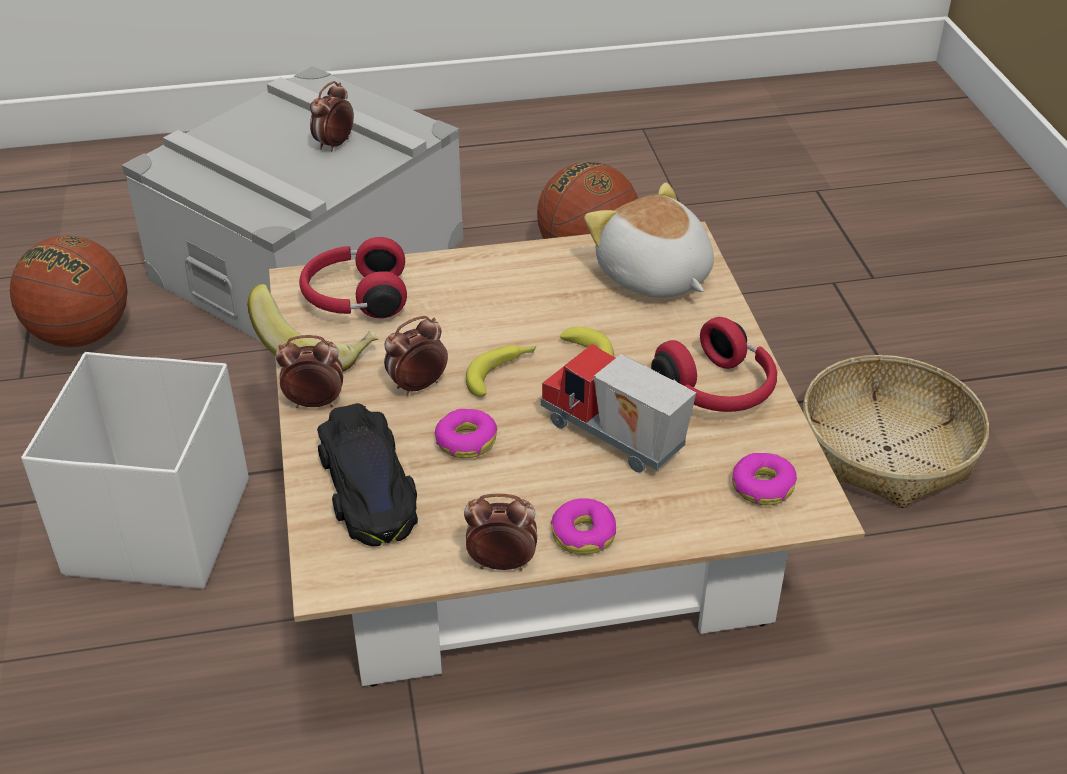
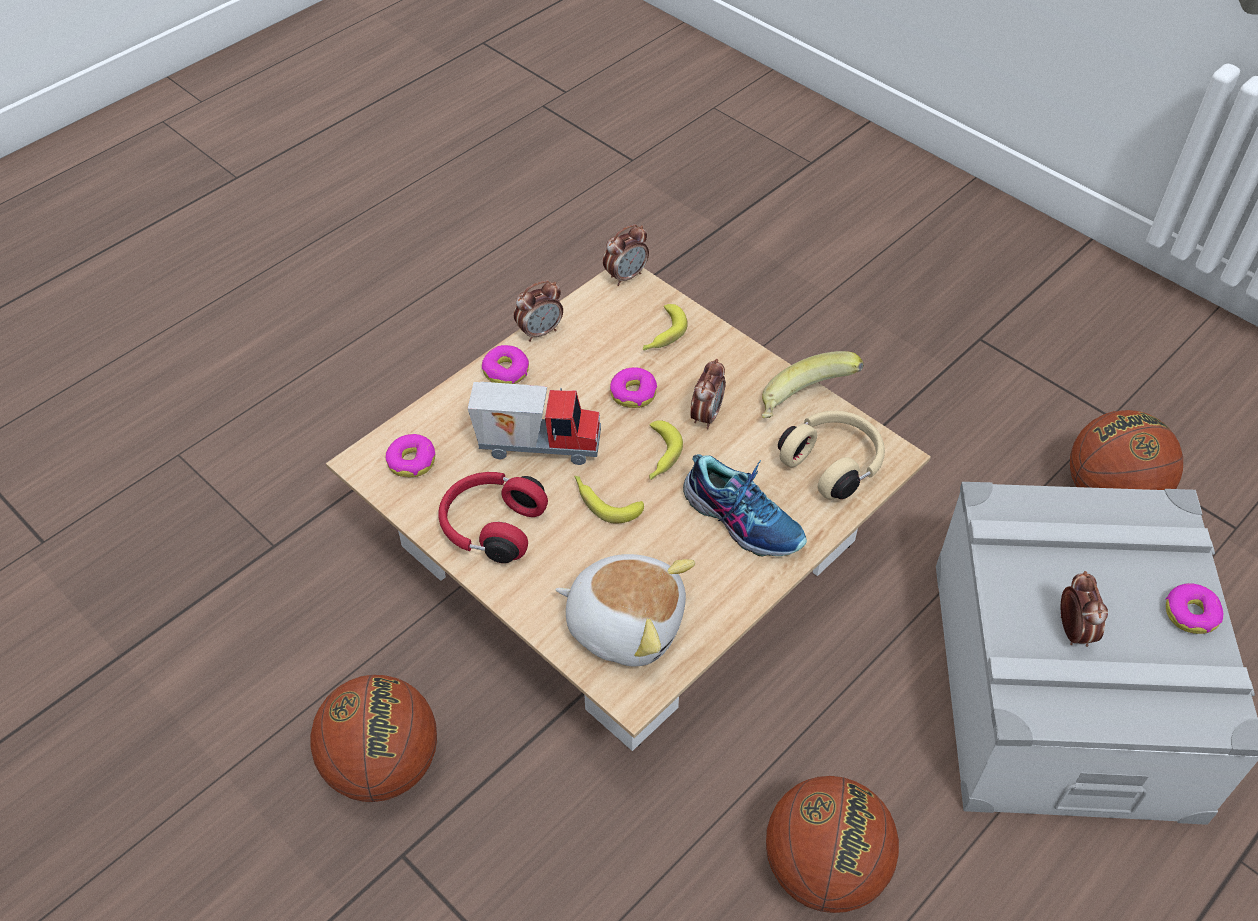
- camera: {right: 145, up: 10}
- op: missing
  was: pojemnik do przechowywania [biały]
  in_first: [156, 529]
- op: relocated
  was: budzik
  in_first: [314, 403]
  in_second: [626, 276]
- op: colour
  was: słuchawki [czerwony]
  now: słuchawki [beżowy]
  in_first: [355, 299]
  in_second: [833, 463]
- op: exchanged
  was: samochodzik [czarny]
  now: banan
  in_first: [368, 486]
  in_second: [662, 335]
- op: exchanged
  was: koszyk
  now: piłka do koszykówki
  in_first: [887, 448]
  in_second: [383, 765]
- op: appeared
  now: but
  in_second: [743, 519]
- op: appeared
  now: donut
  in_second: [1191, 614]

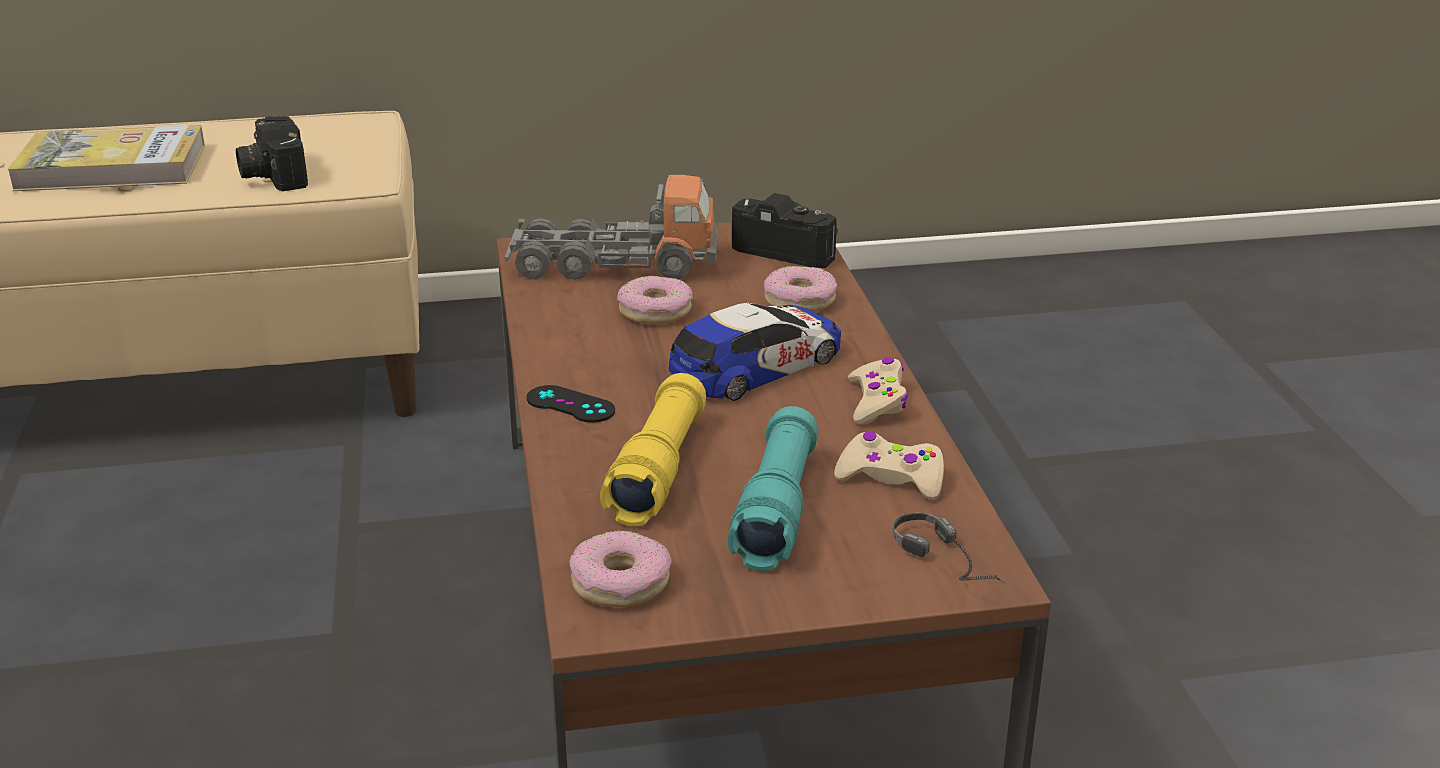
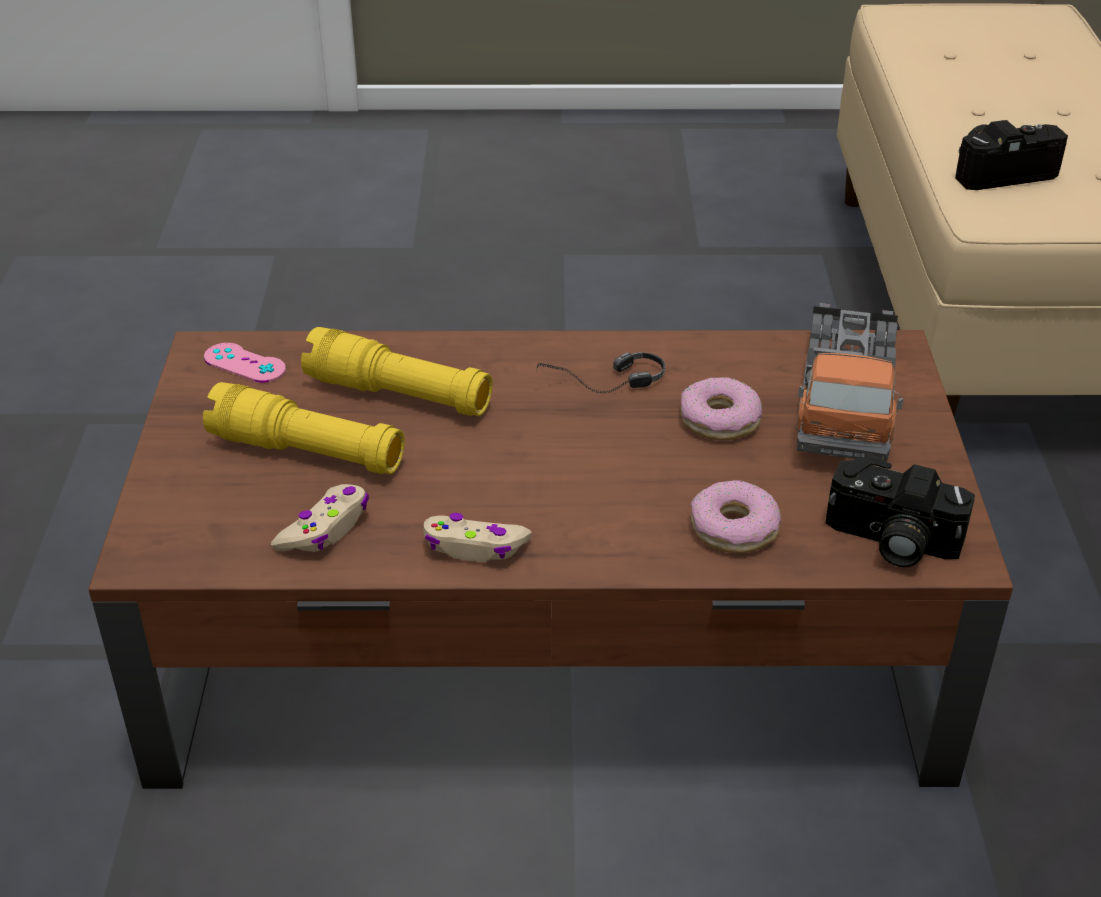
- camera: {right: 100, up: 10}
- op: missing
  was: książka
  in_first: [112, 167]
- op: missing
  was: pad do gier [czarny]
  in_first: [570, 405]
- op: exchanged
  was: donut
  now: pad do gier [różowy]
  in_first: [620, 582]
  in_second: [244, 363]
- op: missing
  was: samochodzik
  in_first: [757, 365]
- op: colour
  was: latarka [turkusowy]
  now: latarka [żółty]
  in_first: [777, 508]
  in_second: [307, 452]
- op: spun
  was: aparat fotograficzny
  in_first: [788, 249]
  in_second: [890, 541]
  clockwise: 75
- op: relocated
  was: słuchawki
  in_first: [955, 566]
  in_second: [603, 386]

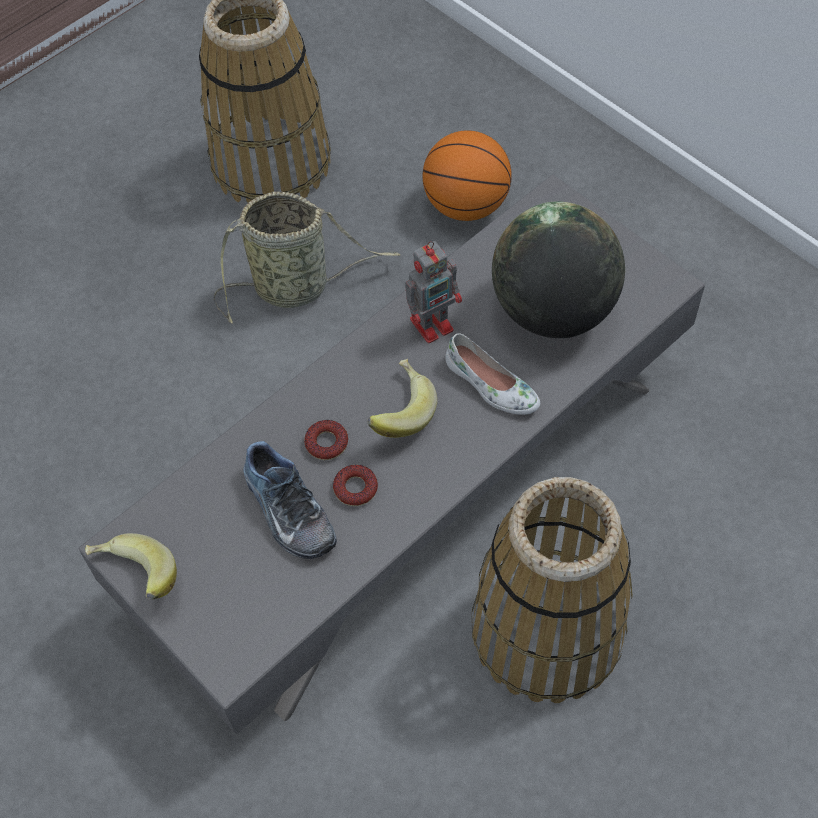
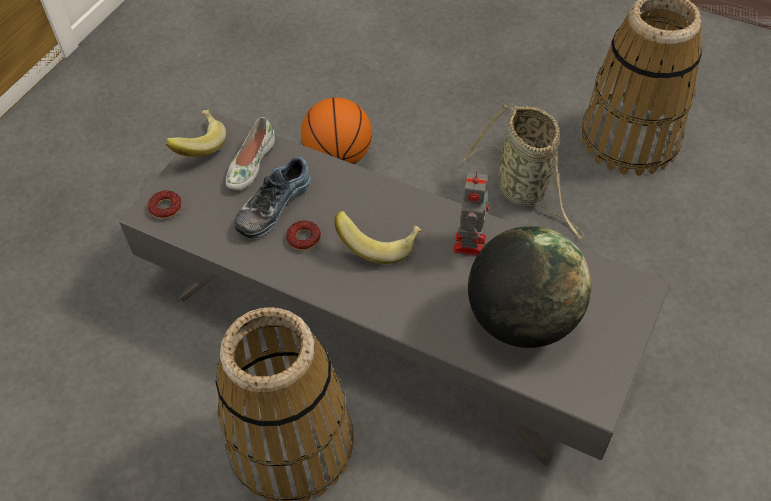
- camera: {right: 70, up: -5}
- op: relocated
  was: donut
  in_first: [327, 443]
  in_second: [166, 208]
- op: spun
  was: robot zabawkowy
  in_first: [433, 323]
  in_second: [470, 242]
  clockwise: -120
- op: relocated
  was: piłka do koszykówki
  in_first: [466, 205]
  in_second: [338, 157]
- op: relocated
  was: but [biały]
  in_first: [491, 385]
  in_second: [250, 163]

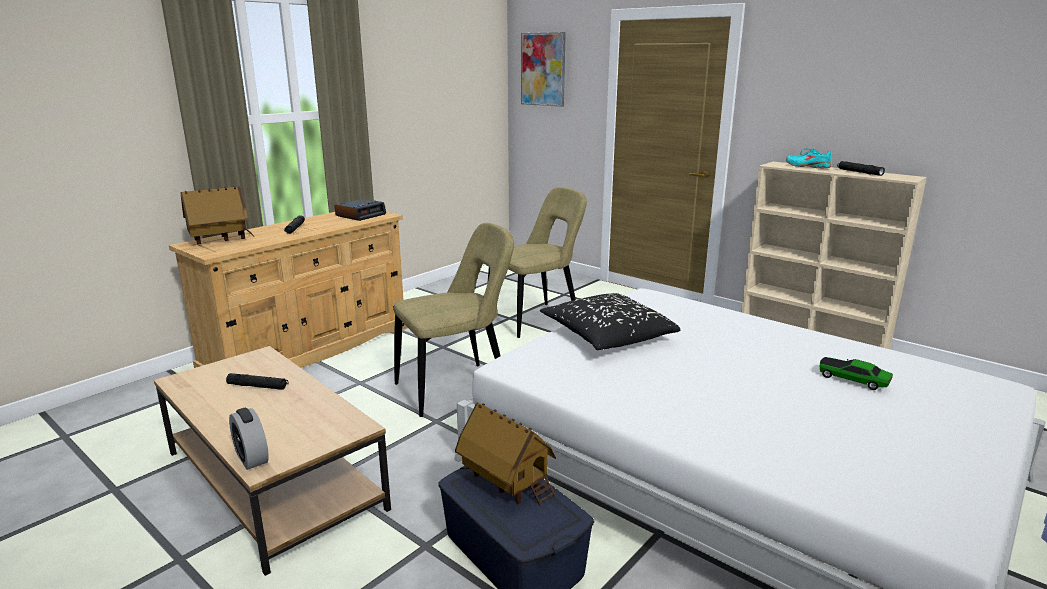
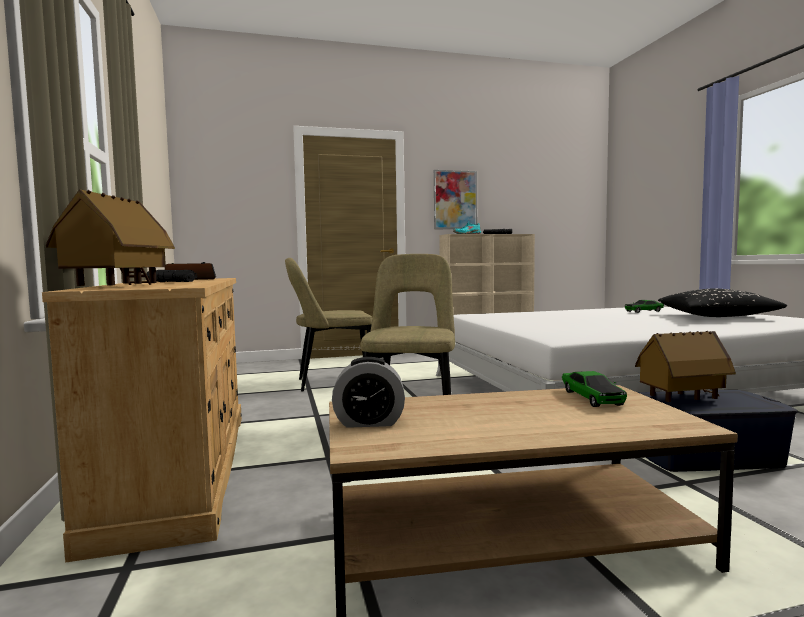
- camera: {right: -55, up: -15}
- op: missing
  was: latarka [czarny]
  in_first: [258, 386]
- op: relocated
  was: budzik
  in_first: [251, 458]
  in_second: [369, 422]
- op: spun
  was: krzesło [beżowy]
  in_first: [537, 320]
  in_second: [332, 383]
  clockwise: -105
- op: relocated
  was: obraz
  in_first: [543, 69]
  in_second: [455, 200]
- op: relocated
  was: poduszka [czarny]
  in_first: [606, 335]
  in_second: [716, 316]
- op: appeared
  now: samochodzik
  in_second: [591, 398]

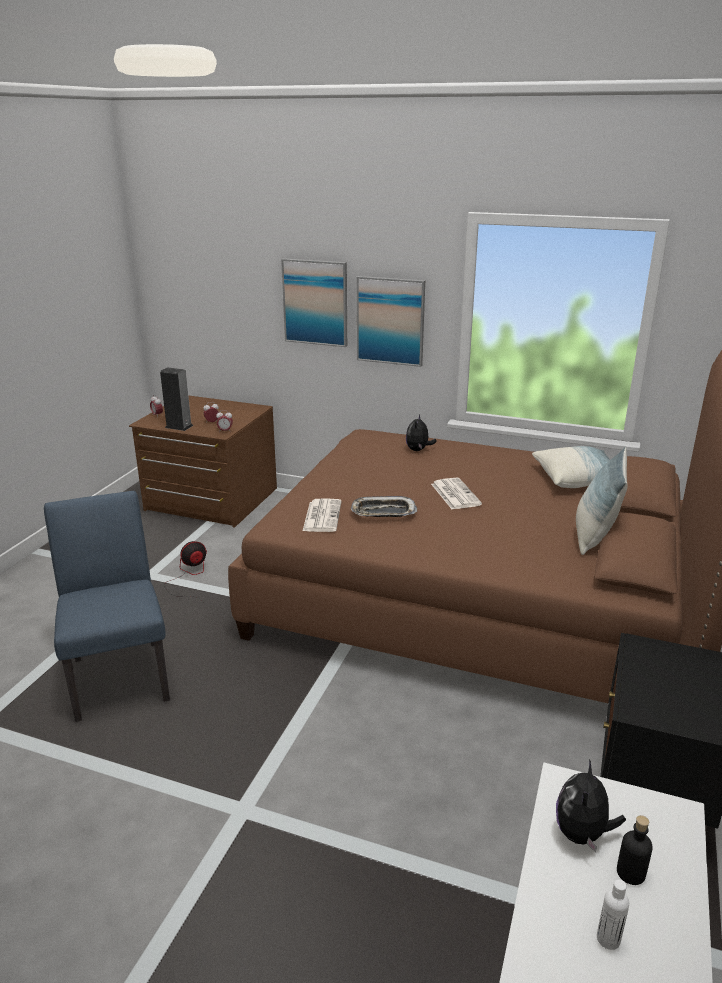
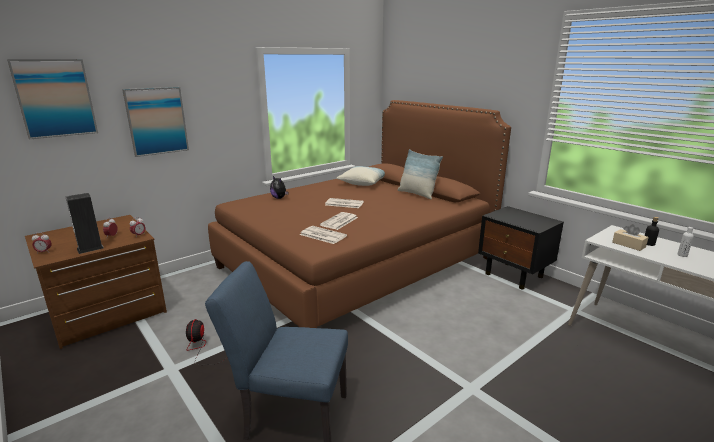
- camera: {right: -60, up: -5}
- op: exchanged
  was: taca
  now: gazeta
  in_first: [383, 512]
  in_second: [339, 221]
- op: relocated
  was: obraz
  in_first: [390, 321]
  in_second: [55, 98]
- op: exchanged
  was: pluszak
  now: pudełko chusteczek [beżowy]
  in_first: [582, 834]
  in_second: [628, 245]

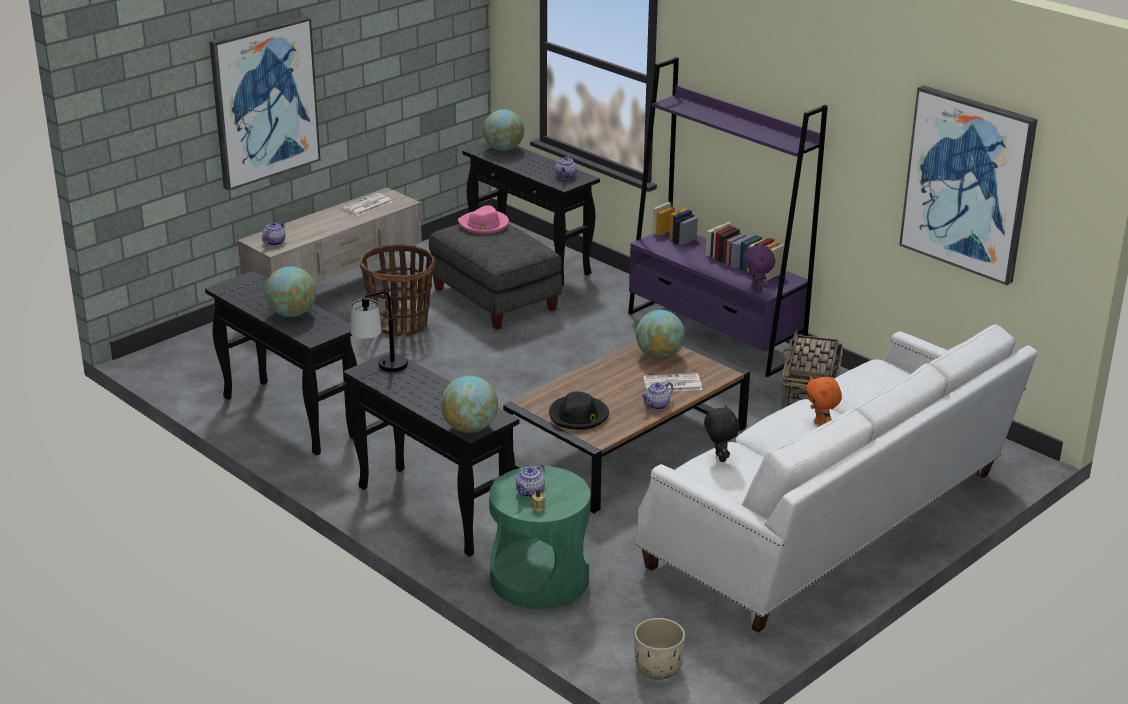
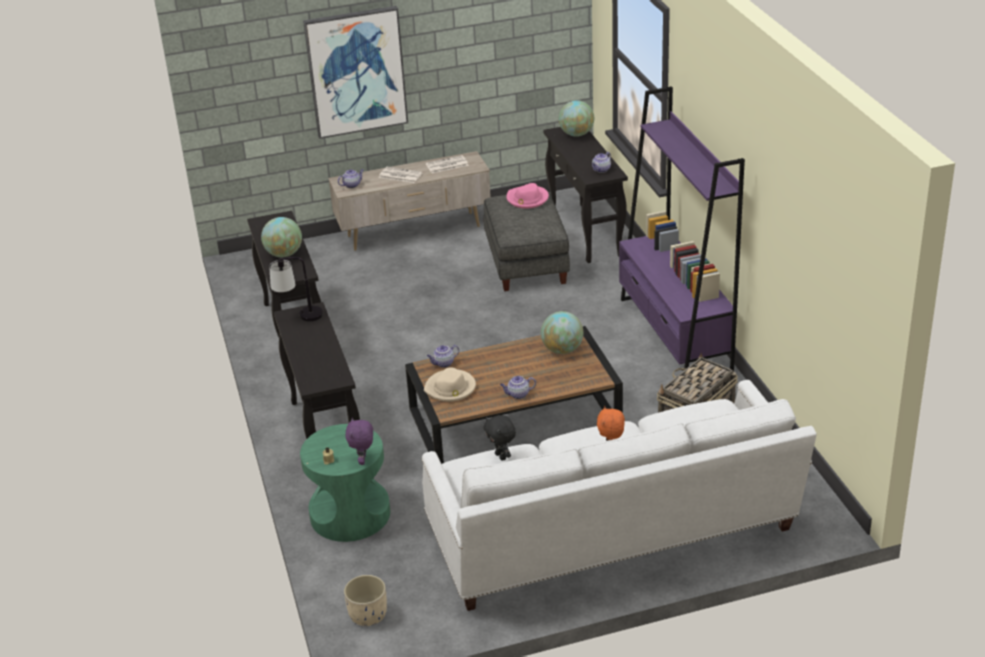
- camera: {right: 30, up: 5}
- op: missing
  was: koszyk
  in_first: [400, 324]
- op: missing
  was: globus
  in_first: [470, 428]
- op: relocated
  was: imbryk
  in_first: [530, 492]
  in_second: [443, 363]
- op: colour
  was: kapelusz [czarny]
  now: kapelusz [beżowy]
  in_first: [578, 416]
  in_second: [450, 388]
- op: relocated
  was: gazeta
  in_first: [671, 384]
  in_second: [400, 175]
- op: spun
  was: pluszak [czarny]
  in_first: [719, 458]
  in_second: [501, 456]
  clockwise: 135
- op: relocated
  was: pluszak [fioletowy]
  in_first: [757, 289]
  in_second: [363, 461]
- op: missing
  was: obraz
  in_first: [968, 183]

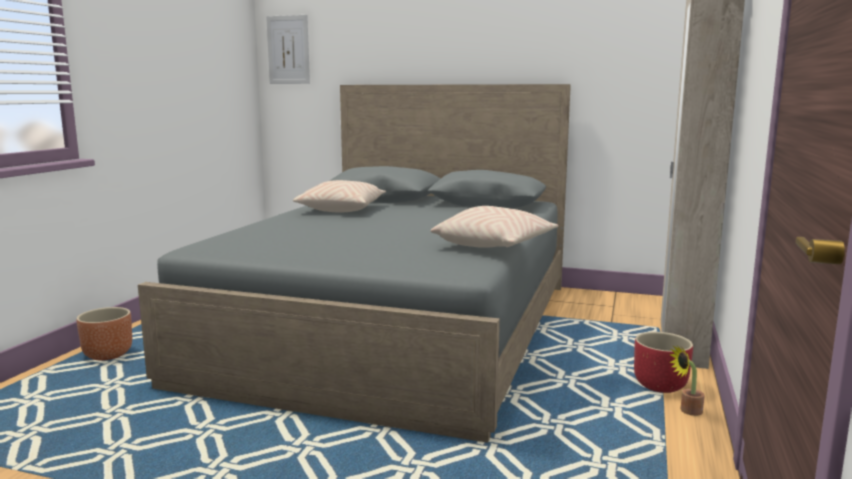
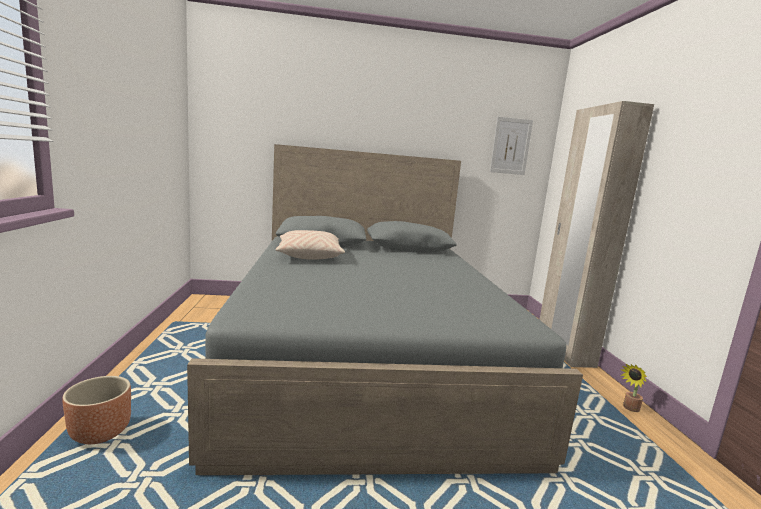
- camera: {right: -25, up: 0}
- op: relocated
  was: obraz
  in_first: [288, 50]
  in_second: [511, 146]
- op: missing
  was: poduszka [beżowy]
  in_first: [494, 246]
- op: missing
  was: donica [czerwony]
  in_first: [660, 386]

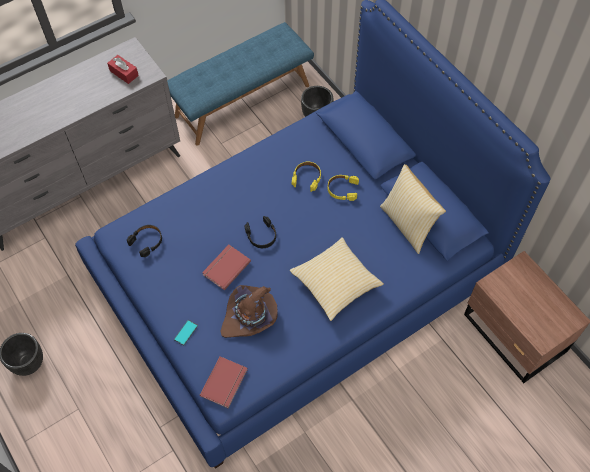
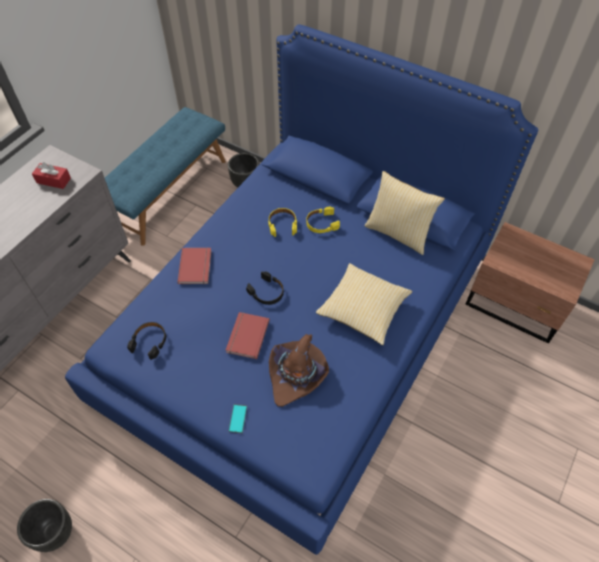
- camera: {right: -25, up: -5}
- op: relocated
  was: książka [czerwony]
  in_first: [225, 383]
  in_second: [196, 266]

